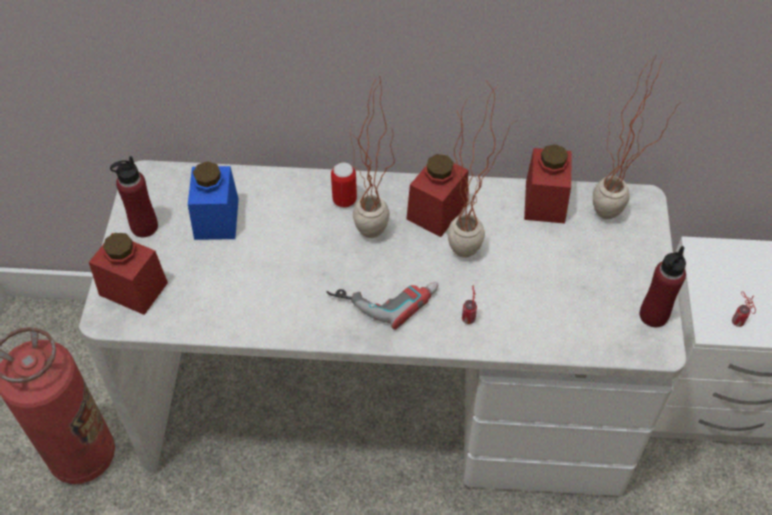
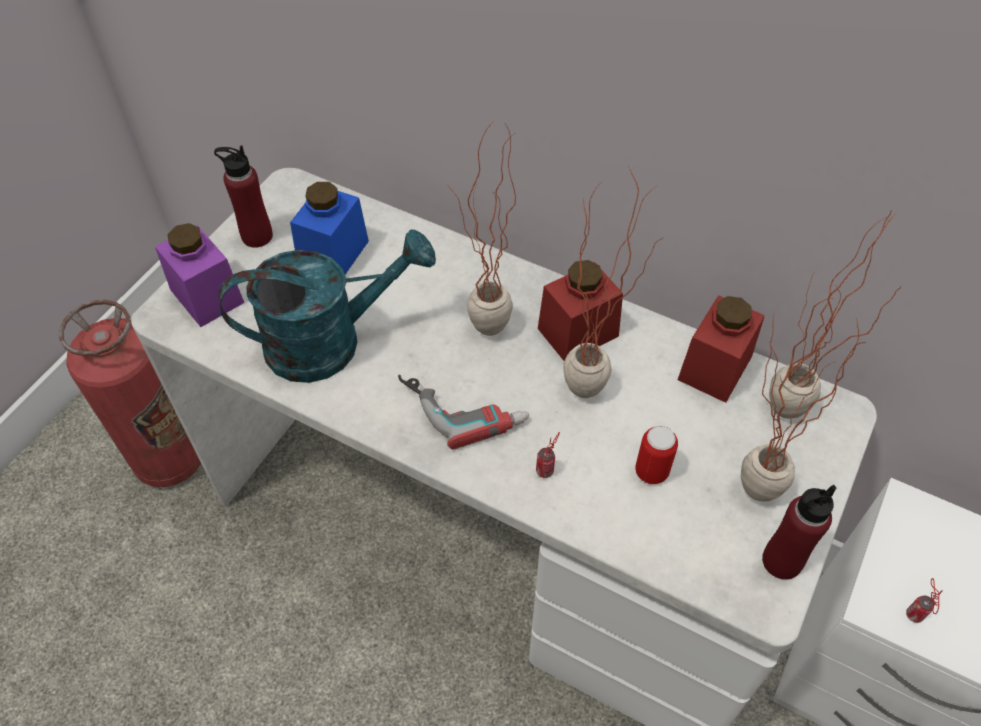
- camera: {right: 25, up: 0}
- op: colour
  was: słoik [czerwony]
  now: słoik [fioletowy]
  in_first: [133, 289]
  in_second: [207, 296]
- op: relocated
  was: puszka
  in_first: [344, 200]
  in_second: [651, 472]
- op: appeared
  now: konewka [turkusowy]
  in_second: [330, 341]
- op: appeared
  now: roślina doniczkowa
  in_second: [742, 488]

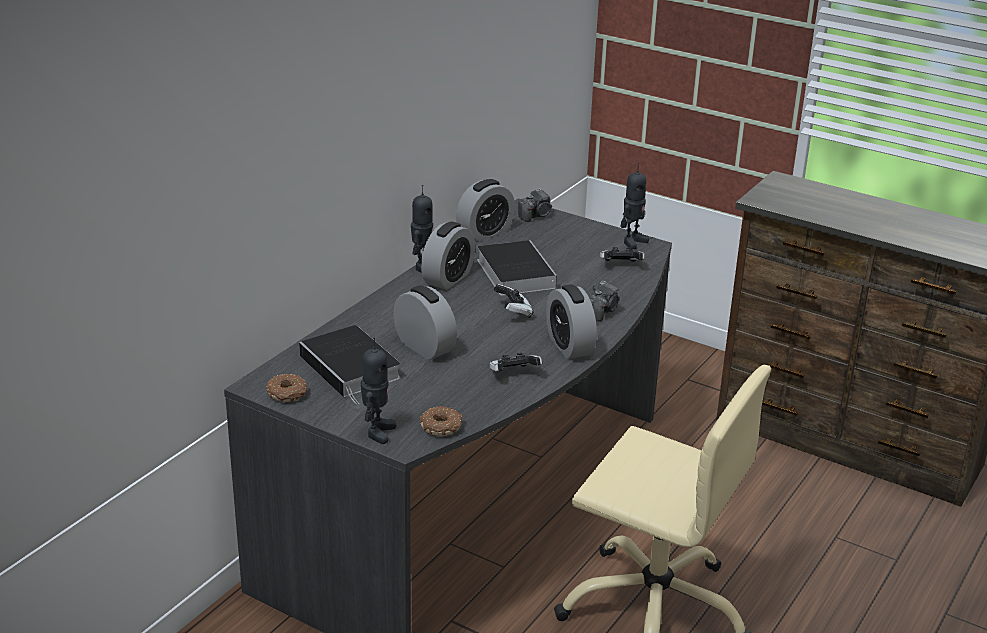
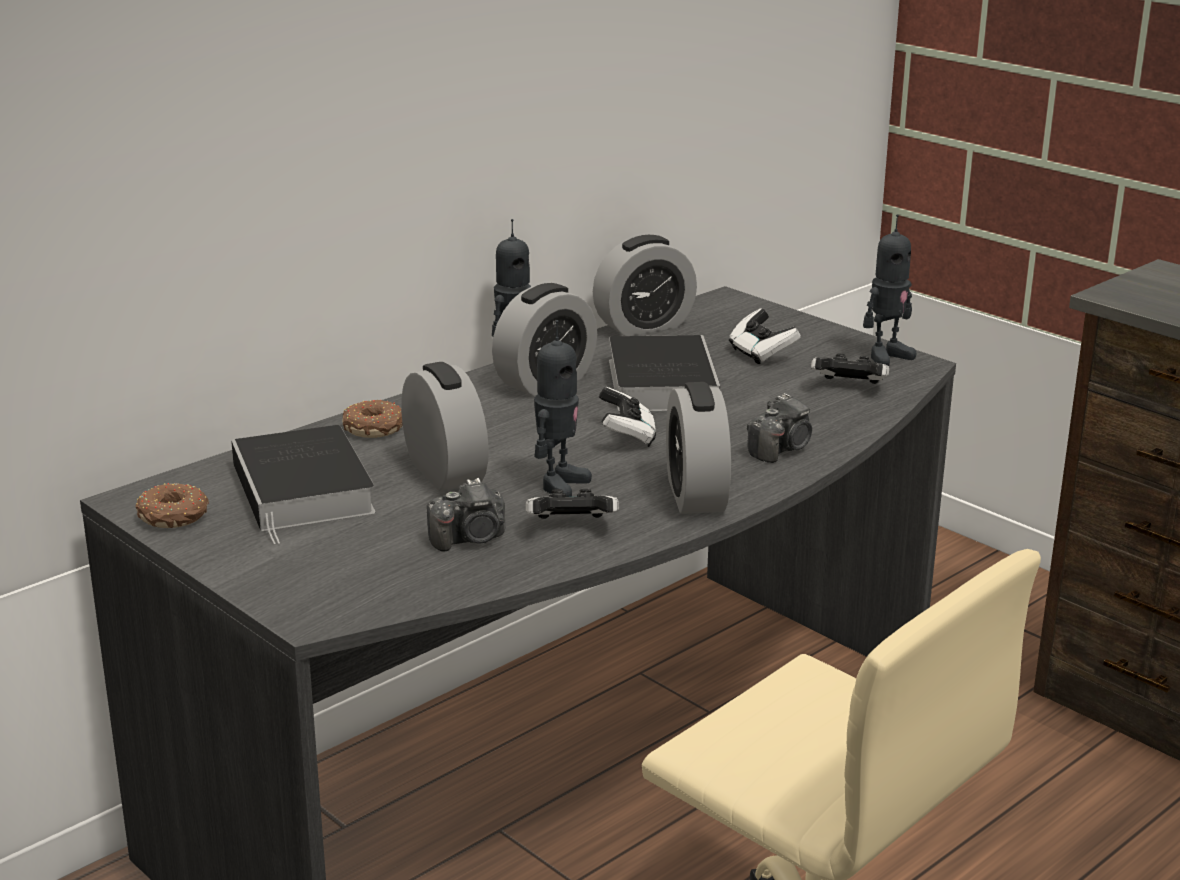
- camera: {right: 15, up: -5}
- op: relocated
  was: robot zabawkowy
  in_first: [377, 432]
  in_second: [559, 484]
- op: relocated
  was: donut
  in_first: [442, 427]
  in_second: [375, 428]
- op: relocated
  was: aparat fotograficzny
  in_first: [536, 216]
  in_second: [470, 539]
- op: appeared
  now: pad do gier
  in_second: [761, 354]

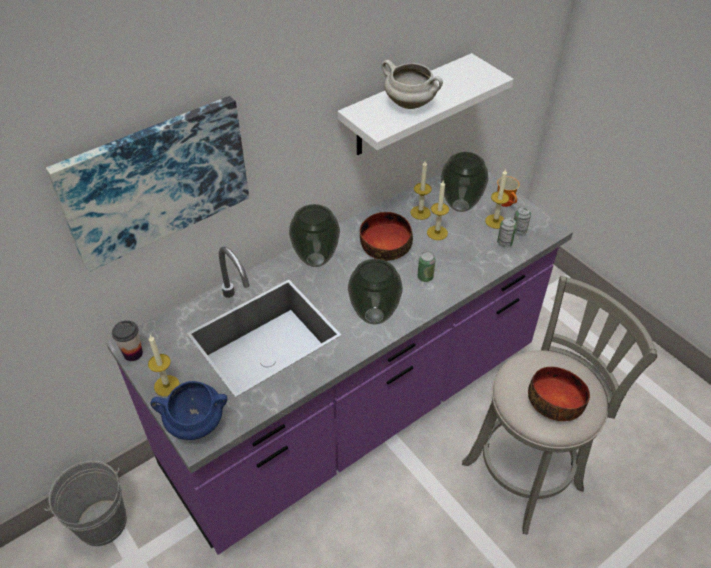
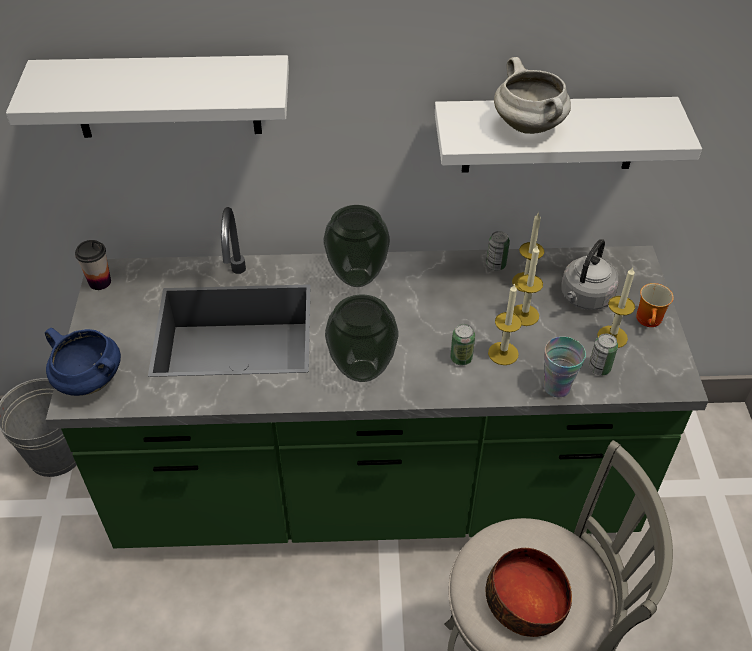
- camera: {right: 35, up: 0}
- op: exchanged
  was: obraz
  now: półka [biały]
  in_first: [155, 180]
  in_second: [166, 97]
- op: colour
  was: zabudowa kuchenna [fioletowy]
  now: zabudowa kuchenna [zielony]
  in_first: [355, 409]
  in_second: [376, 488]
- op: relocated
  was: świeca
  in_first: [166, 385]
  in_second: [503, 353]
- op: missing
  was: miska
  in_first: [385, 245]
- op: exchanged
  was: wazon
  now: czajnik [szary]
  in_first: [461, 206]
  in_second: [584, 298]
- op: relocated
  was: puszka
  in_first: [518, 231]
  in_second: [496, 265]
- op: appeared
  now: filiżanka
  in_second: [556, 387]

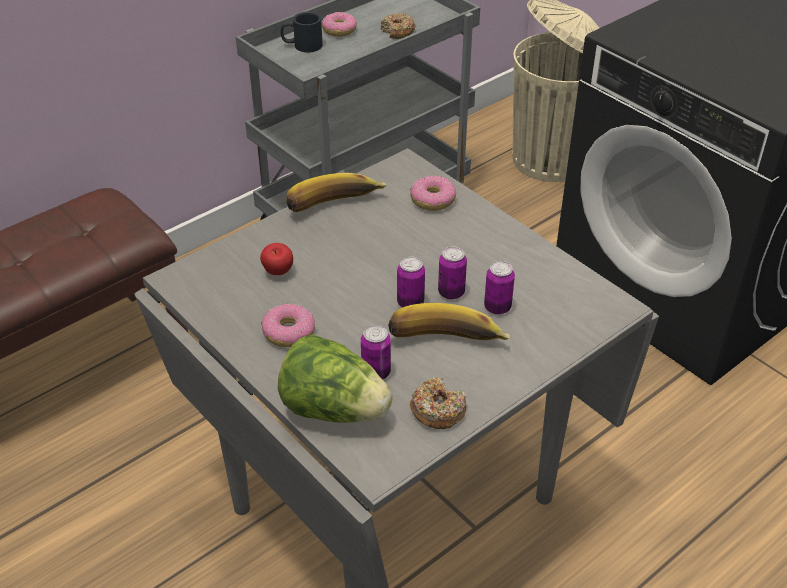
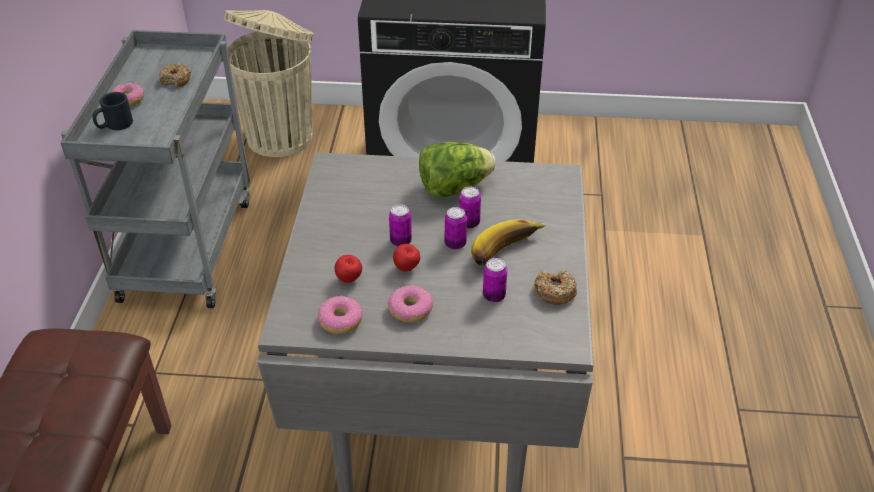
- camera: {right: -45, up: 0}
- op: relocated
  was: sałata
  in_first: [334, 409]
  in_second: [454, 187]
- op: missing
  was: banan
  in_first: [335, 208]
- op: relocated
  was: donut
  in_first: [433, 200]
  in_second: [341, 321]
- op: relocated
  was: puszka
  in_first: [497, 307]
  in_second: [400, 241]
- op: appeared
  now: jabłko
  in_second: [407, 268]

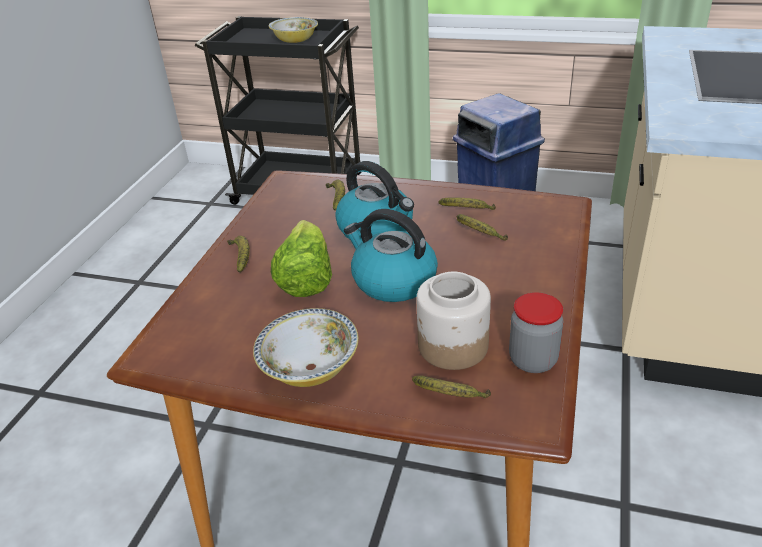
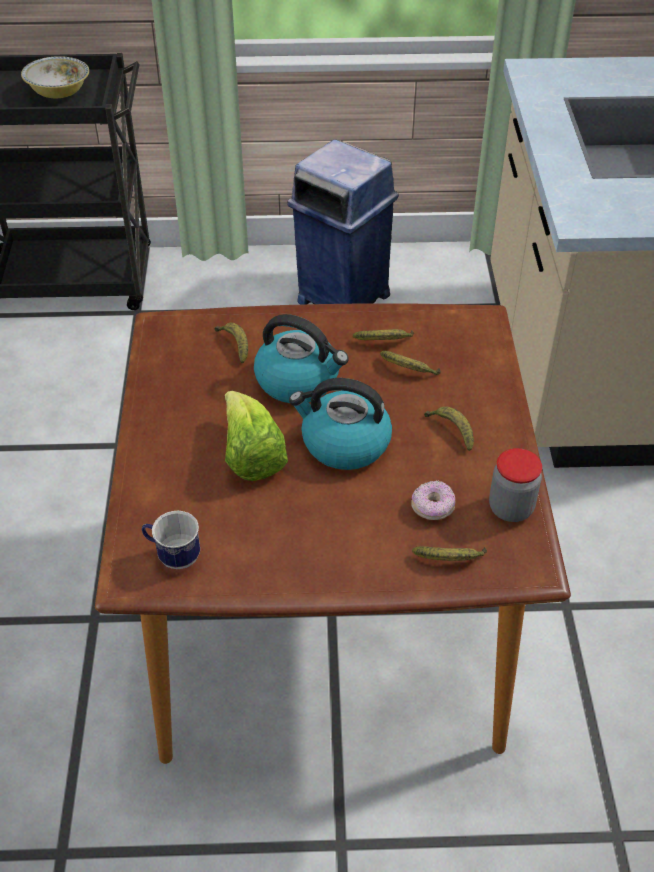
- camera: {right: -20, up: 10}
- op: relocated
  was: banan
  in_first: [241, 257]
  in_second: [451, 431]
- op: missing
  was: miska
  in_first: [310, 368]
- op: exchanged
  was: słoik
  now: donut
  in_first: [452, 346]
  in_second: [433, 508]
- op: appeared
  now: kubek
  in_second: [173, 556]

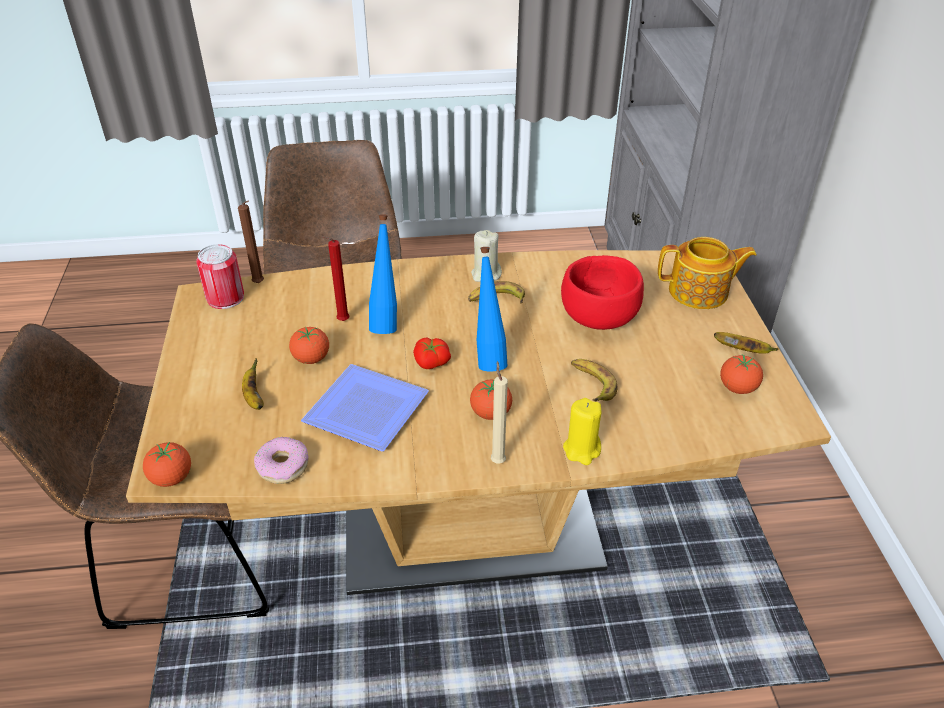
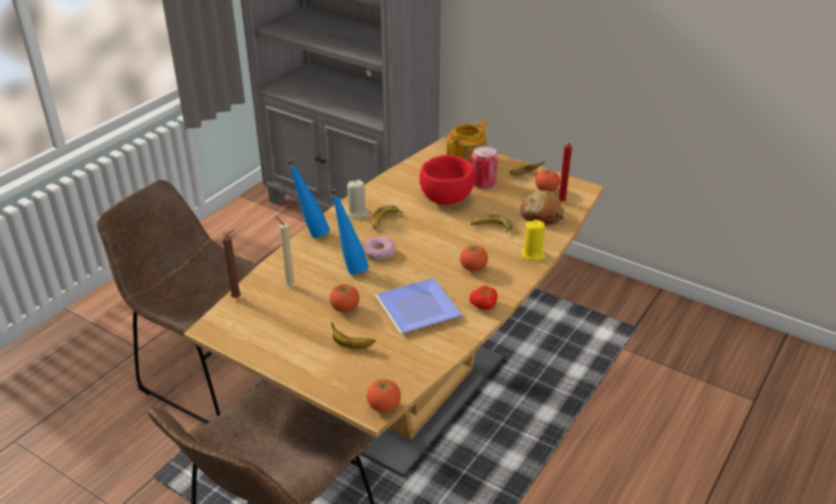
- camera: {right: -50, up: -5}
- op: relocated
  was: puszka
  in_first: [225, 298]
  in_second: [483, 183]
- op: relocated
  was: donut
  in_first: [283, 466]
  in_second: [379, 253]
- op: relocated
  was: świeca [czerwony]
  in_first: [341, 321]
  in_second: [561, 202]
- op: relocated
  was: pomidor
  in_first: [431, 363]
  in_second: [484, 305]
- op: relocated
  was: butelka [niebieski]
  in_first: [489, 358]
  in_second: [311, 232]
- op: relocated
  was: świeca [beżowy]
  in_first: [497, 460]
  in_second: [289, 284]
- op: appeared
  now: chleb
  in_second: [541, 215]

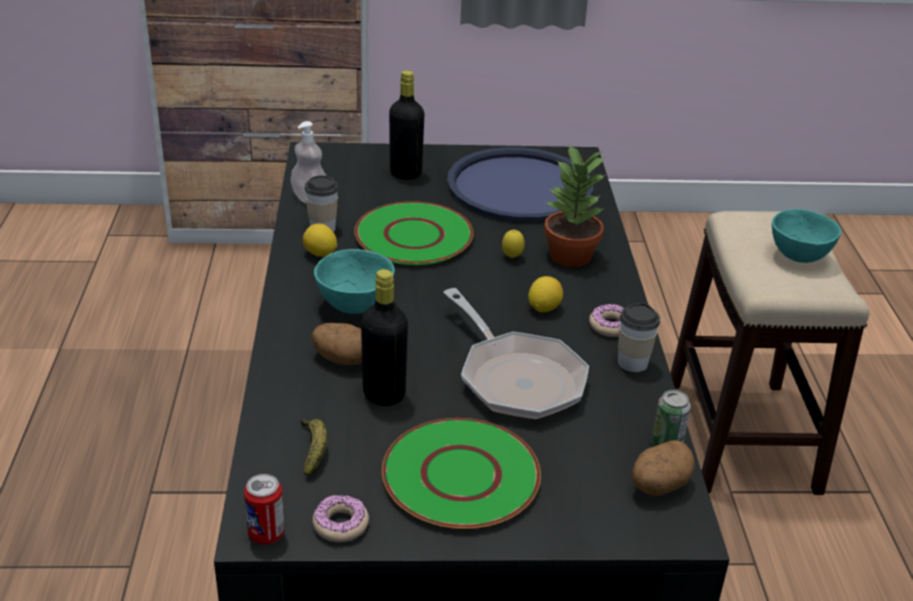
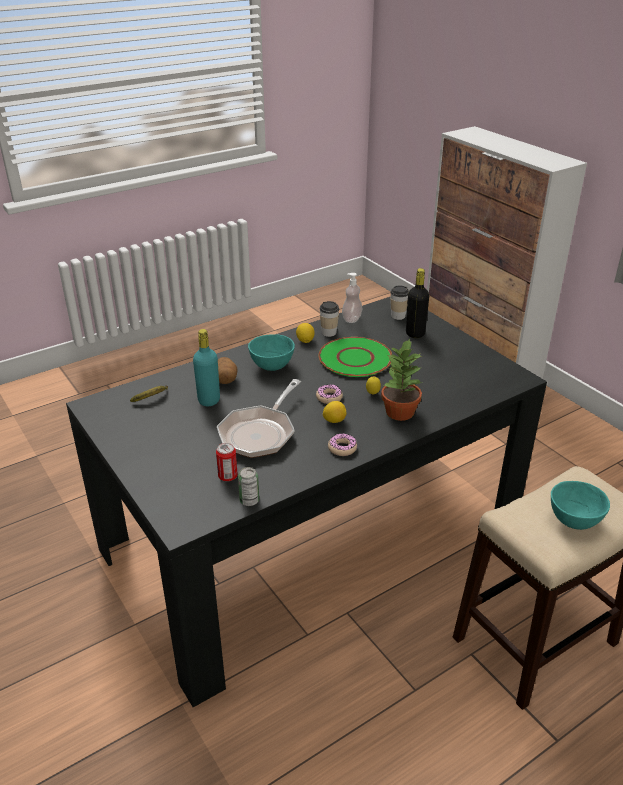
- camera: {right: 60, up: 0}
- op: relocated
  was: puszka
  in_first: [266, 534]
  in_second: [227, 476]
- op: relocated
  was: donut
  in_first: [340, 524]
  in_second: [329, 397]
- op: colour
  was: butelka [czarny]
  now: butelka [turkusowy]
  in_first: [384, 394]
  in_second: [209, 400]
- op: missing
  was: talerz [zielony]
  in_first: [459, 475]
- op: missing
  was: taca [niebieski]
  in_first: [520, 186]
- op: relocated
  was: filiżanka
  in_first: [632, 363]
  in_second: [398, 316]
- op: missing
  was: ziemniak
  in_first: [658, 485]

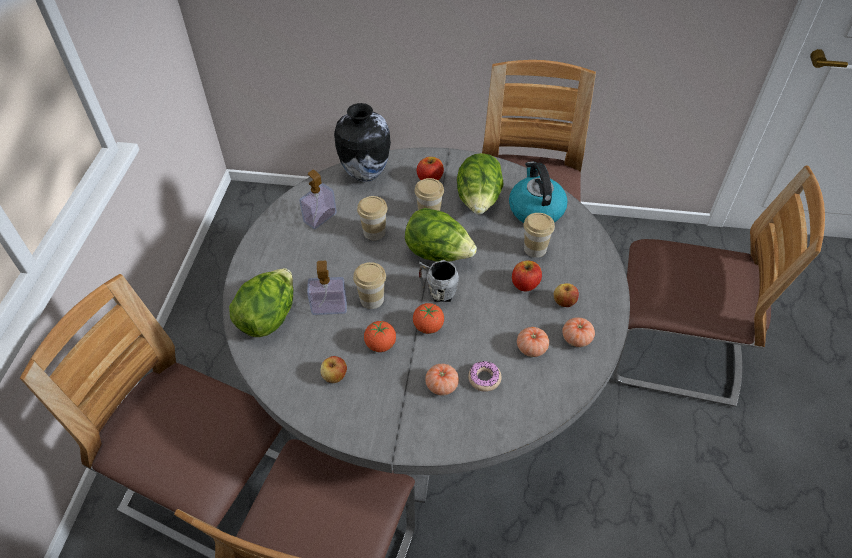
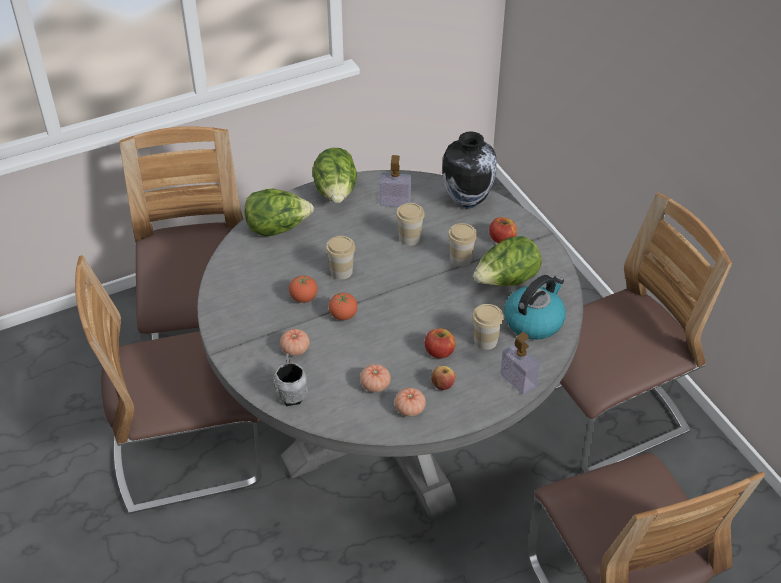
- camera: {right: 55, up: -5}
- op: relocated
  was: dozownik mydła
  in_first: [329, 307]
  in_second: [518, 380]
- op: missing
  was: jabłko
  in_first: [334, 376]
- op: relocated
  was: sałata
  in_first: [438, 254]
  in_second: [336, 193]
- op: relocated
  was: kubek [szary]
  in_first: [437, 291]
  in_second: [291, 392]
- op: missing
  was: donut
  in_first: [484, 379]

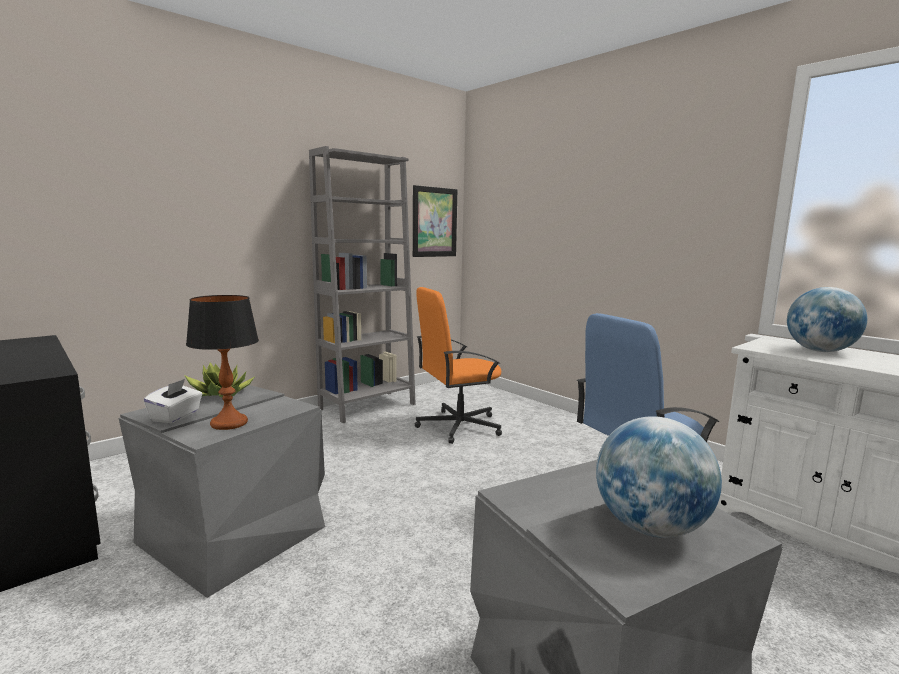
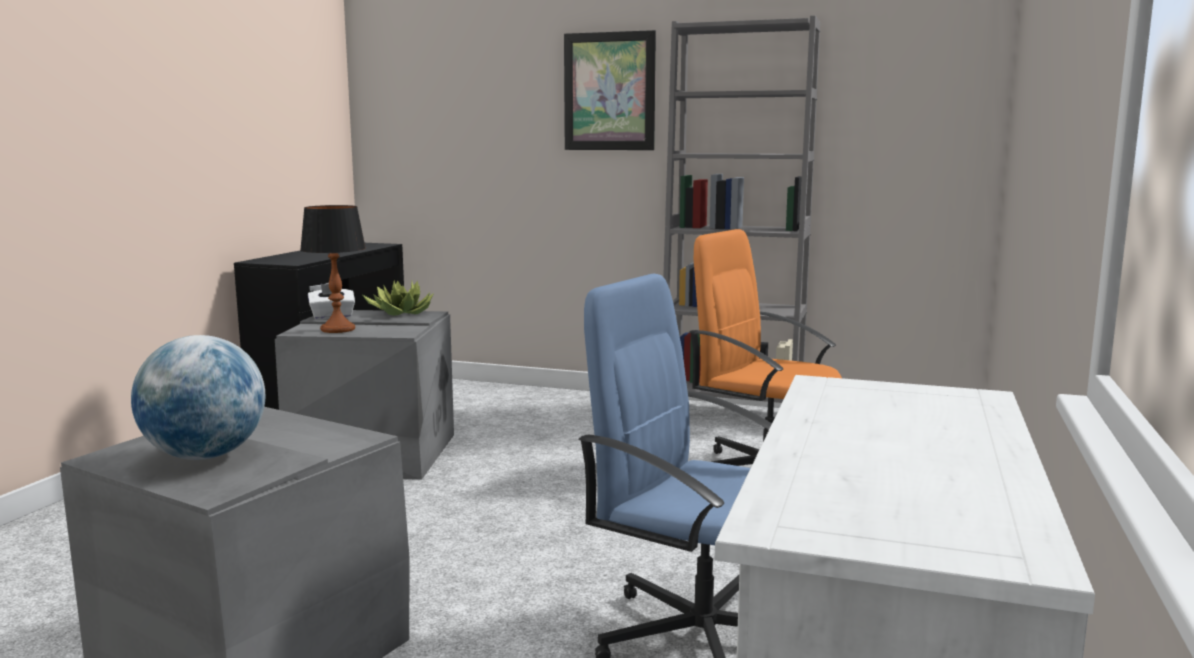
- camera: {right: 60, up: 0}
- op: relocated
  was: obraz
  in_first: [434, 222]
  in_second: [609, 91]
- op: missing
  was: globus
  in_first: [819, 351]

